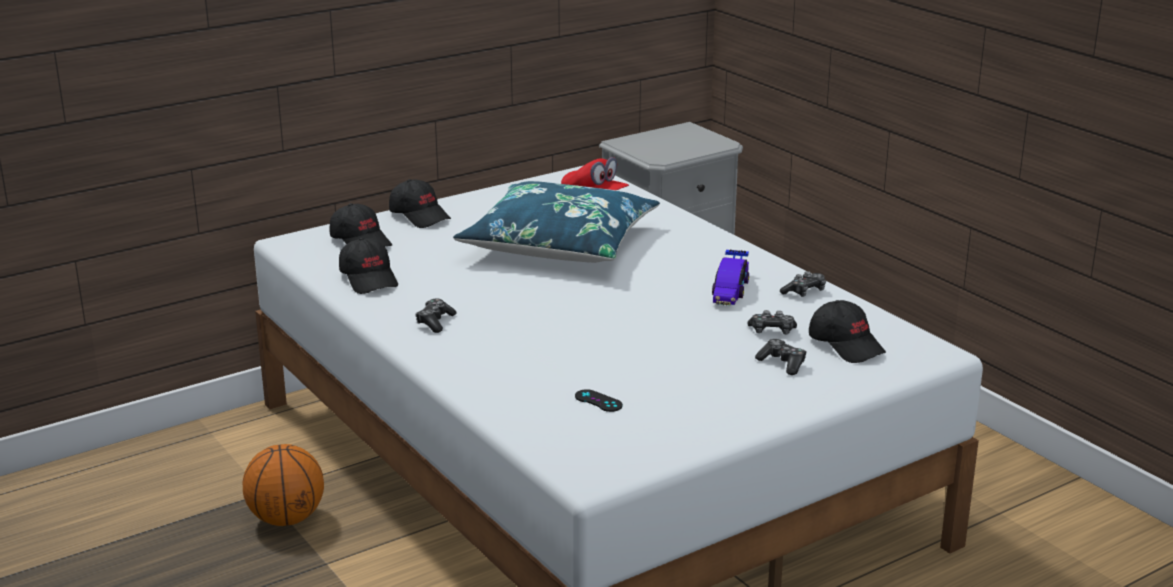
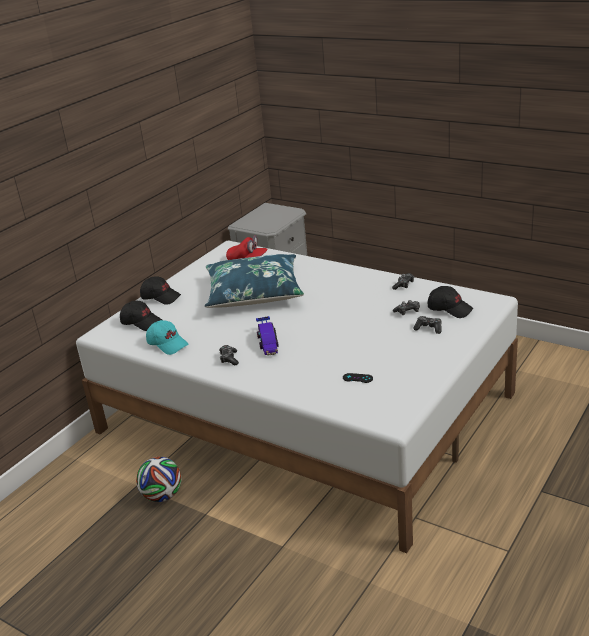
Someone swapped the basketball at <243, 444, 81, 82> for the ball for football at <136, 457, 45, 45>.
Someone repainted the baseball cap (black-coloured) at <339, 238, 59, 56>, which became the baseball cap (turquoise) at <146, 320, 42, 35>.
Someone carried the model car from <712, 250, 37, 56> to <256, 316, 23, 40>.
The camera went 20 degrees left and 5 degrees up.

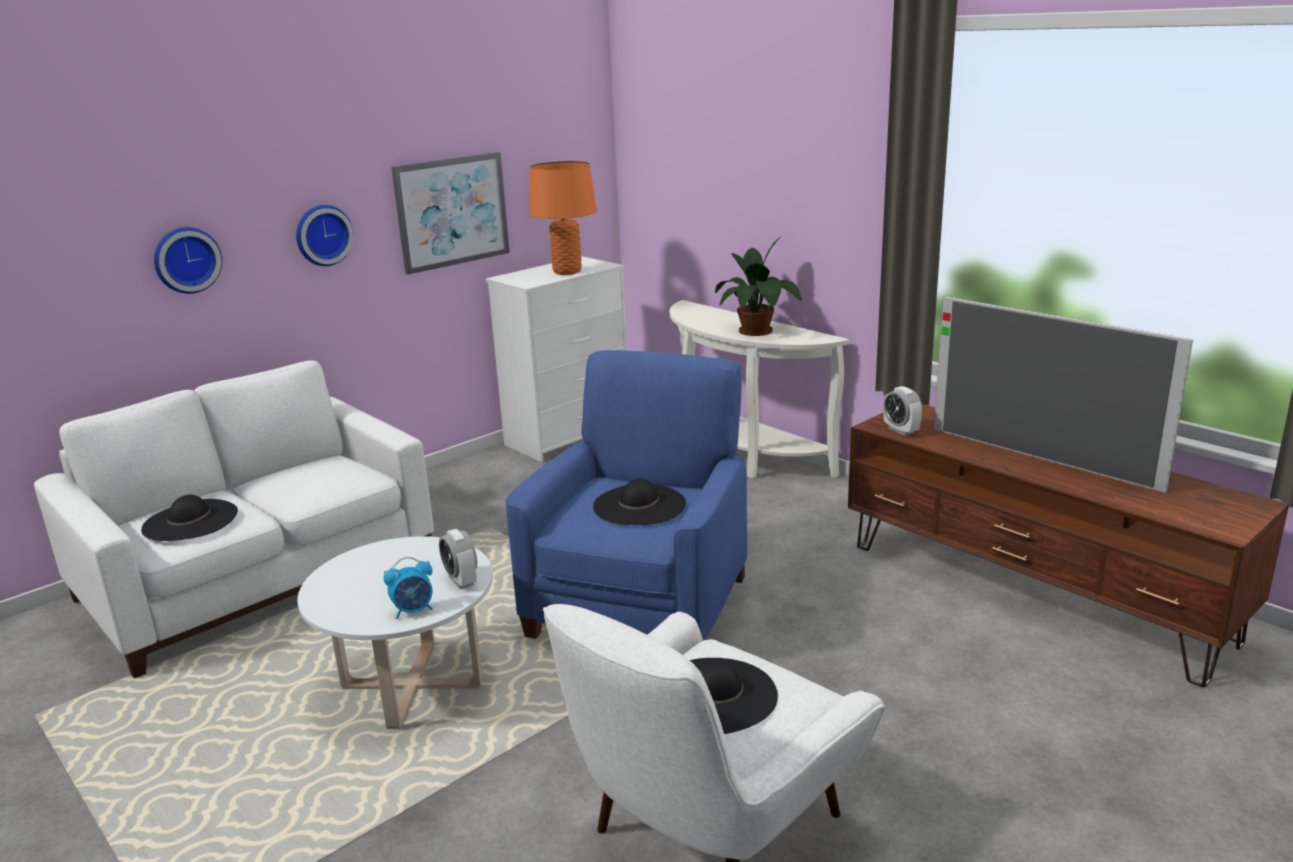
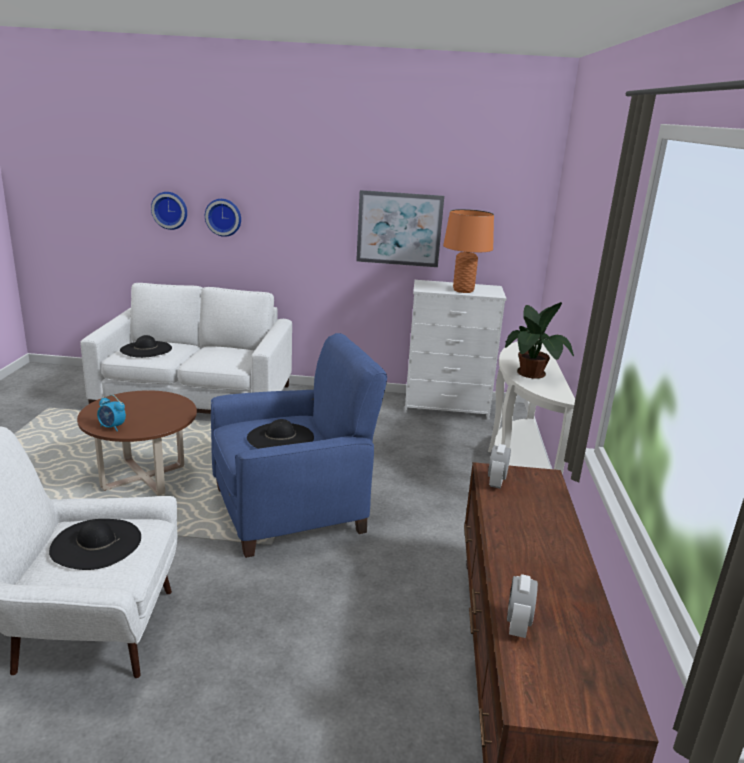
Someone repainted the coffee table (white-coloured) at <297, 536, 196, 193>, which became the coffee table (brown) at <77, 390, 120, 106>.
Someone carried the hanging clock from <296, 205, 58, 61> to <151, 192, 36, 38>.
Someone carried the alarm clock from <439, 529, 38, 60> to <507, 574, 31, 64>.
Someone took away the TV set at <934, 296, 259, 197>.
The camera went 45 degrees right and 0 degrees up.

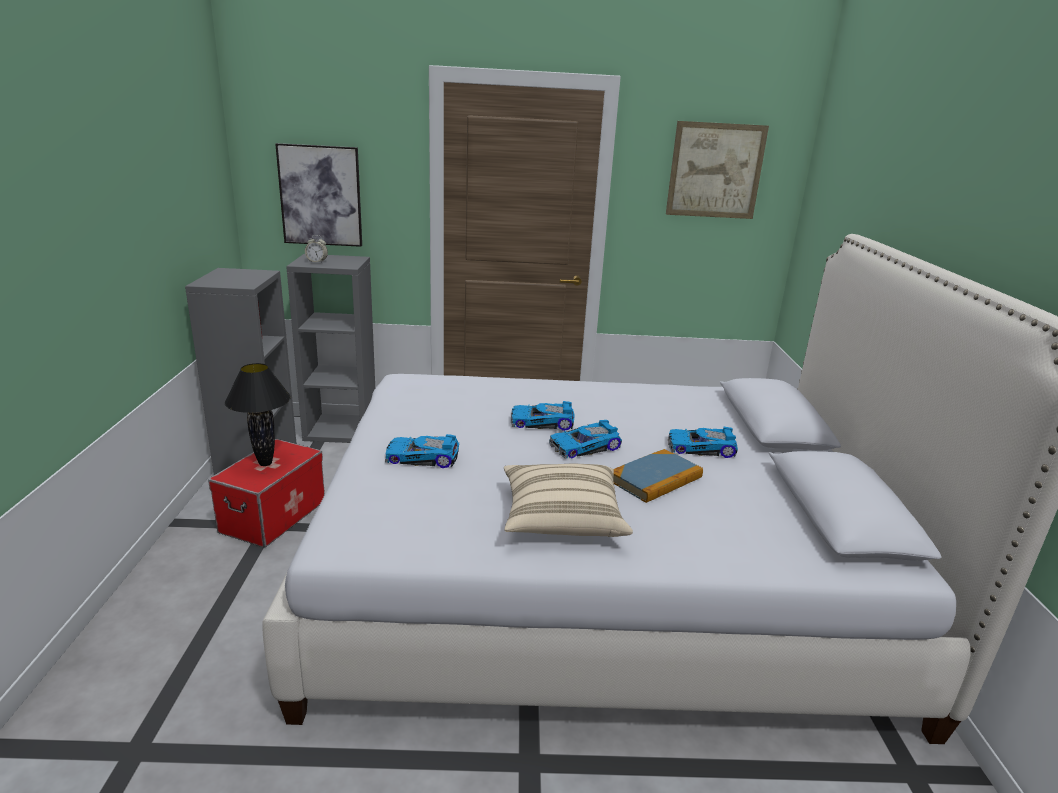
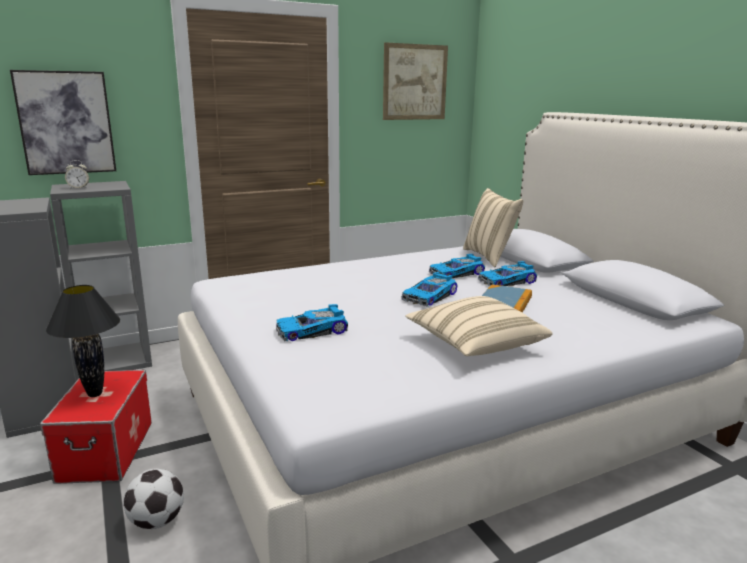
Someone put down the ball for football at <123, 469, 61, 60>.
Someone carried the model car from <511, 401, 64, 30> to <429, 254, 56, 24>.
Someone put down the throw pillow (beige) at <463, 188, 60, 79>.
The camera went 25 degrees left and 5 degrees down.

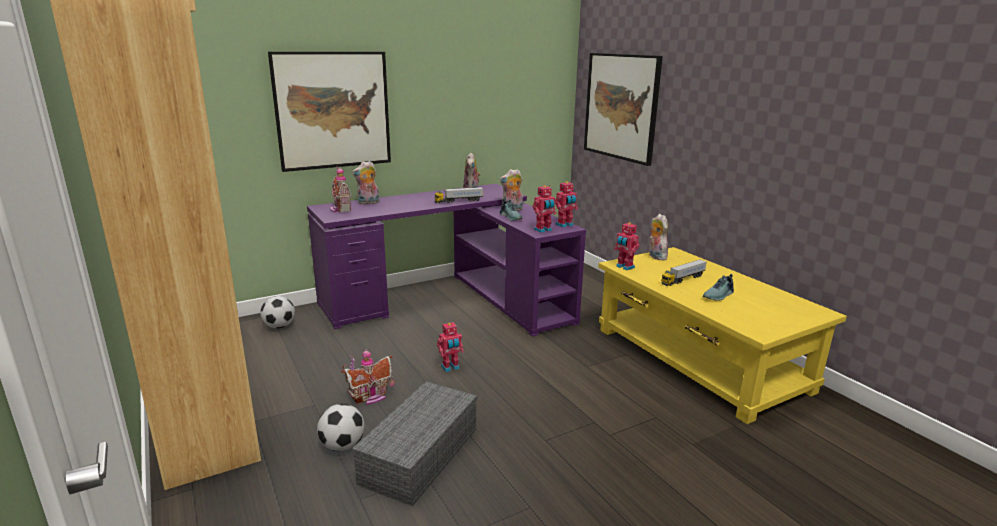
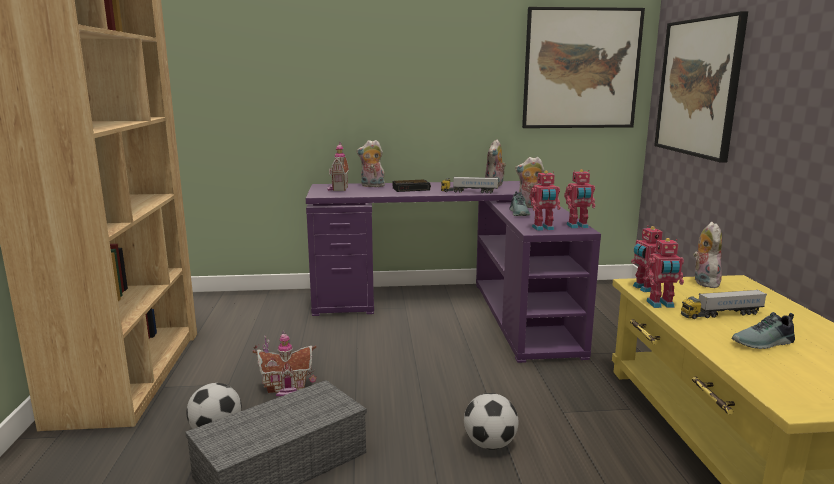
Someone put down the alarm clock at <393, 180, 38, 12>.
Someone carried the ball for football from <260, 296, 35, 32> to <464, 393, 55, 57>.
Someone carried the wall art from <268, 52, 123, 120> to <522, 7, 123, 121>.
Someone carried the robot figure from <437, 322, 27, 50> to <645, 238, 39, 70>.
The camera went 25 degrees right and 5 degrees down.

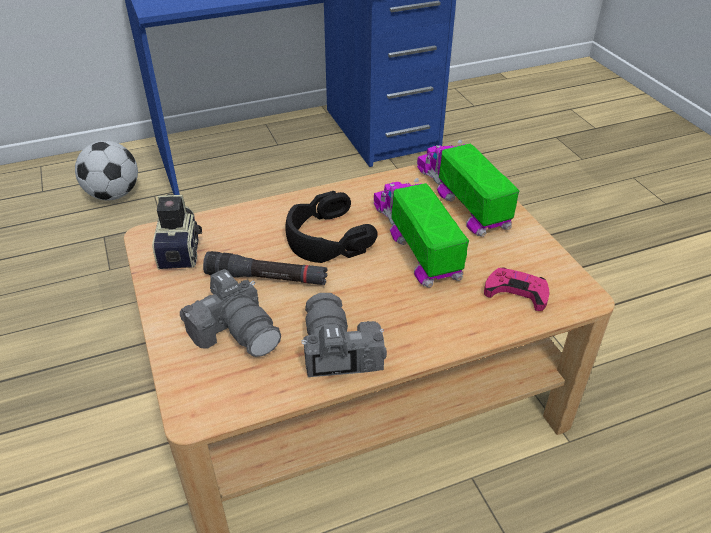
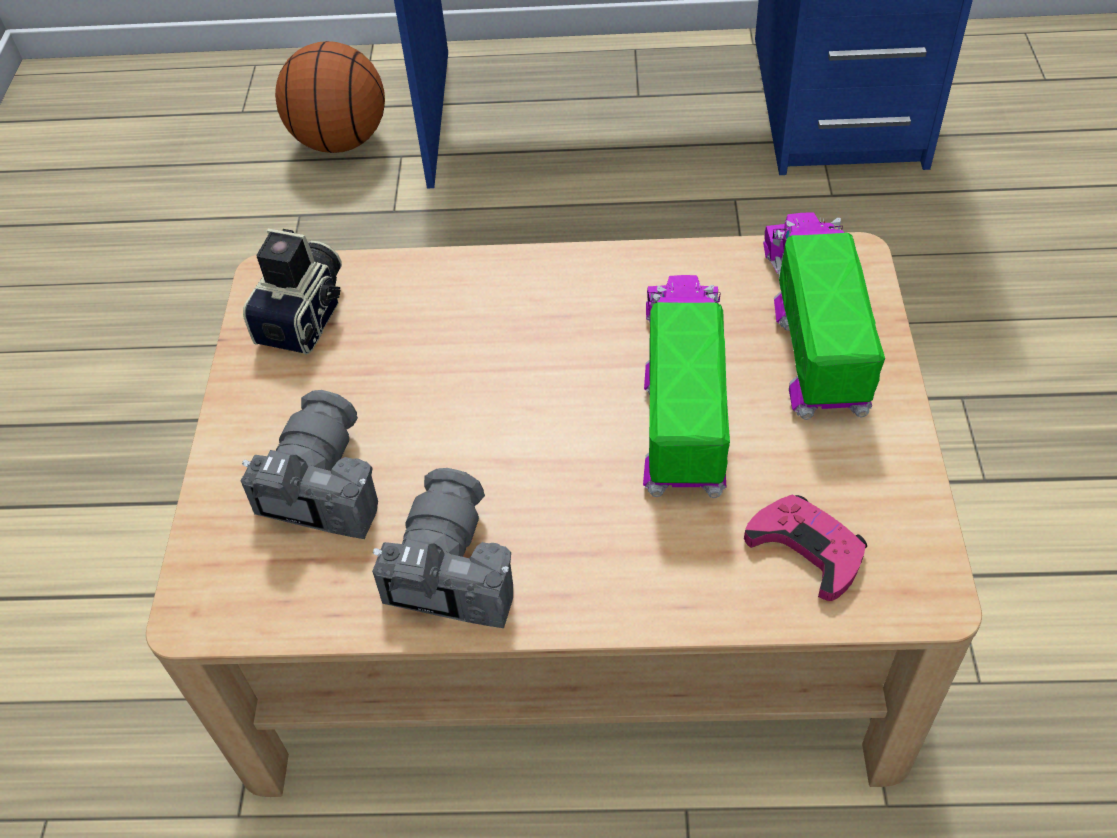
Someone rotated the still camera at <180, 269, 101, 88> by 150 degrees counterclockwise.
Someone swapped the ball for football at <75, 141, 63, 59> for the basketball at <275, 41, 110, 112>.
Someone took away the hand torch (black-coloured) at <203, 251, 125, 34>.
Someone took away the pair of headphones (black-coloured) at <285, 191, 93, 72>.
The camera went 25 degrees right and 10 degrees up.

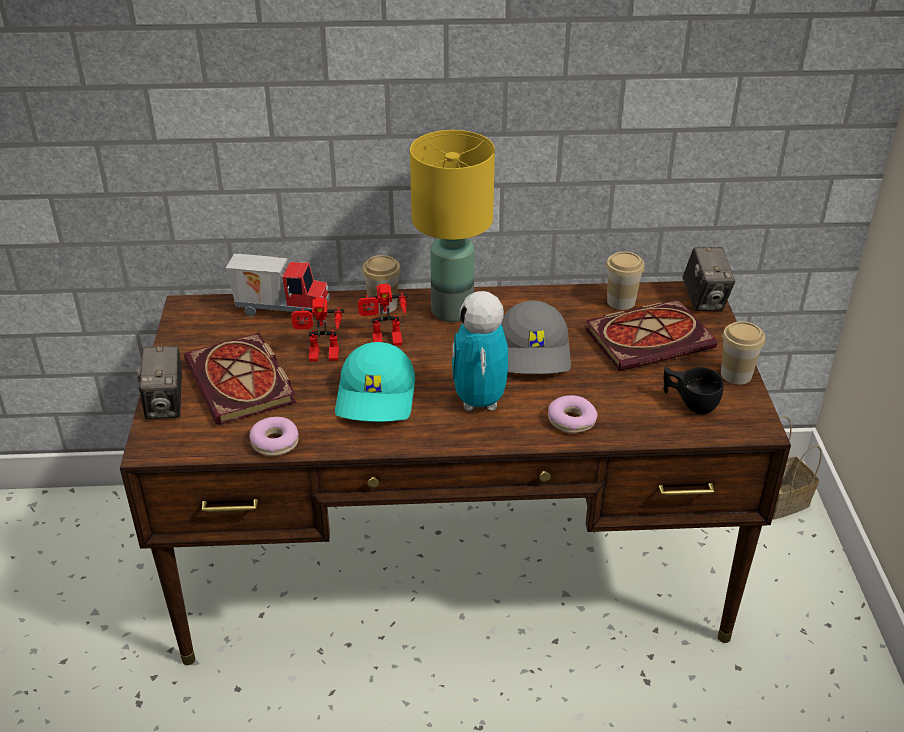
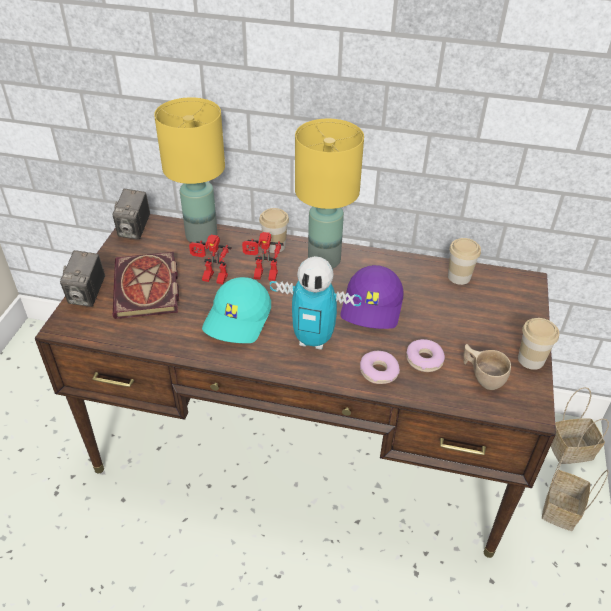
Someone carried the still camera from <682, 247, 54, 64> to <113, 189, 37, 51>.
Someone swapped the model truck at <226, 254, 103, 67> for the tabletop lamp (yellow-coloured) at <154, 97, 71, 146>.
Someone rotated the robot figure at <452, 291, 56, 120> by 90 degrees counterclockwise.
Someone repainted the baseball cap (grey) at <501, 300, 70, 74>, which became the baseball cap (purple) at <341, 265, 63, 64>.
Someone carried the ring doughnut from <249, 417, 50, 39> to <406, 339, 39, 33>.
Someone repainted the small cup (black-coloured) at <663, 367, 61, 48>, which became the small cup (beige) at <463, 344, 48, 46>.
Someone put down the storage basket at <542, 453, 67, 78>.
Someone took away the bound book at <585, 299, 132, 72>.
The camera went 15 degrees right and 5 degrees up.

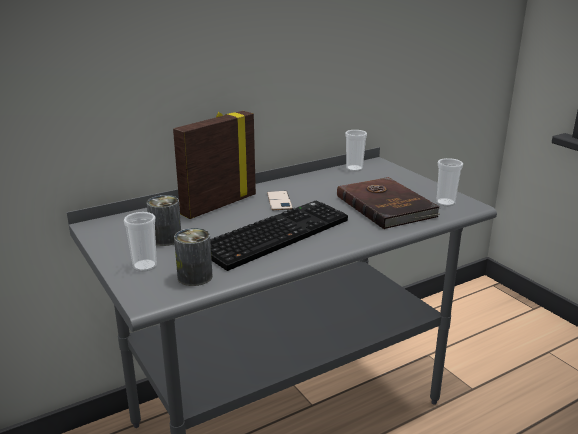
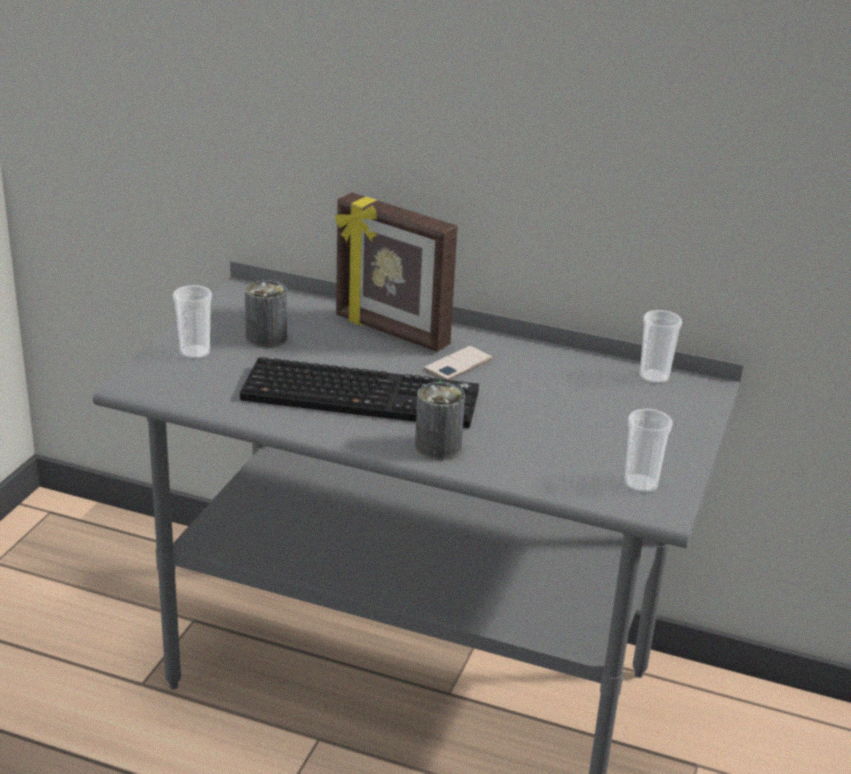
Someone rotated the standing frame at <173, 111, 83, 108> by 150 degrees counterclockwise.
Someone carried the can from <174, 228, 39, 58> to <415, 382, 50, 78>.
Someone took away the bound book (brown) at <337, 177, 103, 52>.
The camera went 50 degrees right and 5 degrees up.

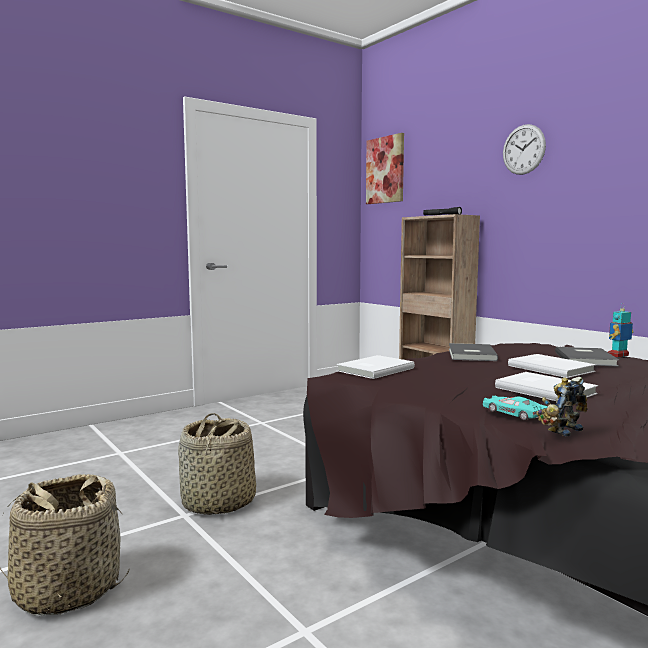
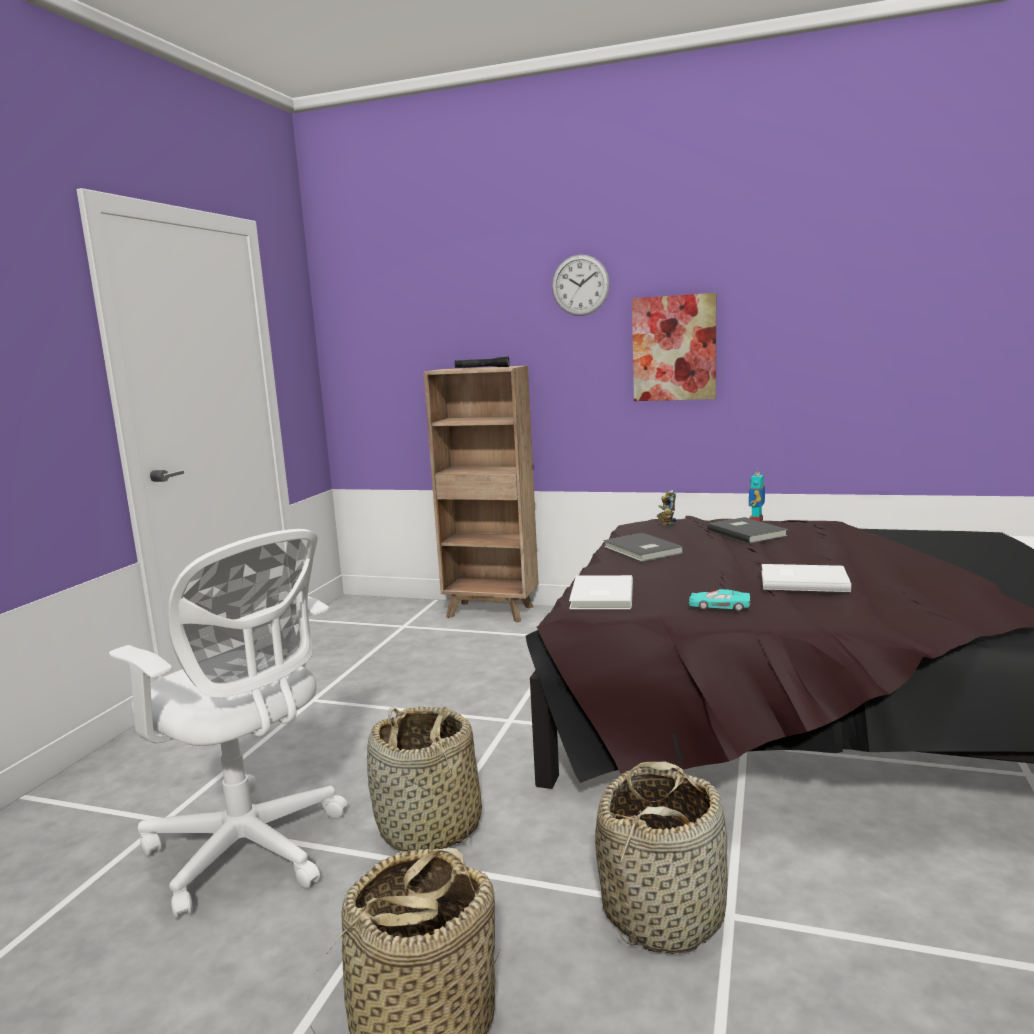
Someone put down the computer chair (white-coloured) at <109, 529, 238, 390>.
Someone put down the storage basket at <595, 761, 133, 193>.
Someone carried the wall art from <366, 133, 38, 71> to <632, 293, 84, 108>.
Someone carried the robot figure from <536, 377, 52, 59> to <657, 490, 20, 36>.
Someone carried the model car (turquoise) from <483, 396, 65, 24> to <689, 589, 61, 22>.
Someone took away the bound book (white-coloured) at <508, 354, 88, 24>.
The camera went 35 degrees left and 5 degrees up.

